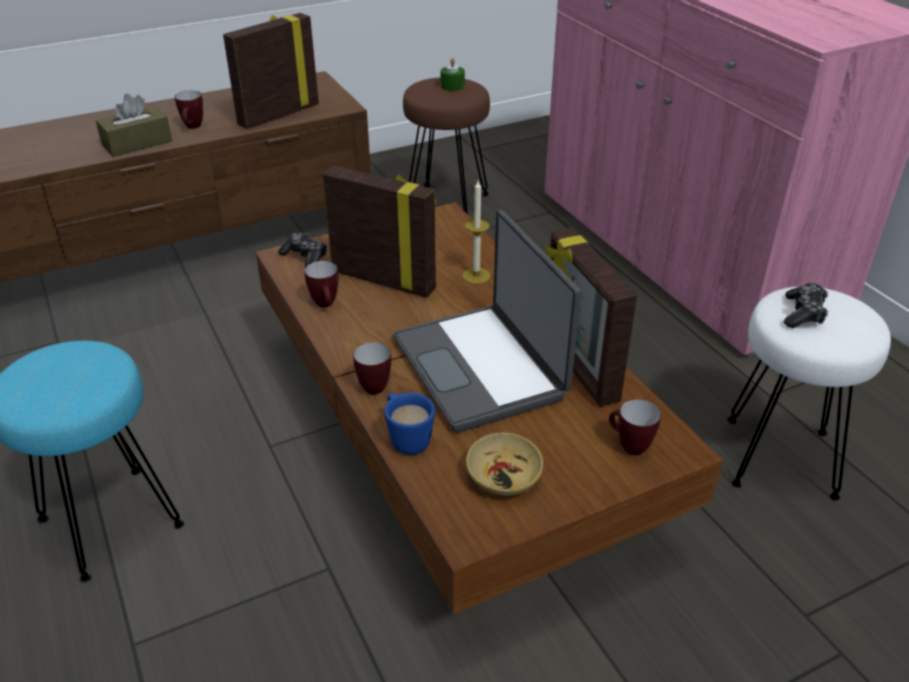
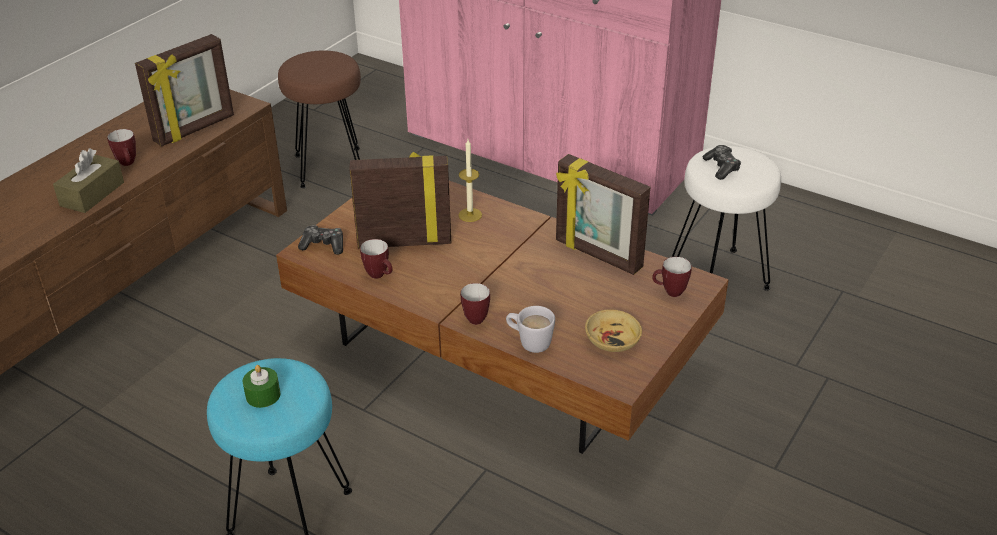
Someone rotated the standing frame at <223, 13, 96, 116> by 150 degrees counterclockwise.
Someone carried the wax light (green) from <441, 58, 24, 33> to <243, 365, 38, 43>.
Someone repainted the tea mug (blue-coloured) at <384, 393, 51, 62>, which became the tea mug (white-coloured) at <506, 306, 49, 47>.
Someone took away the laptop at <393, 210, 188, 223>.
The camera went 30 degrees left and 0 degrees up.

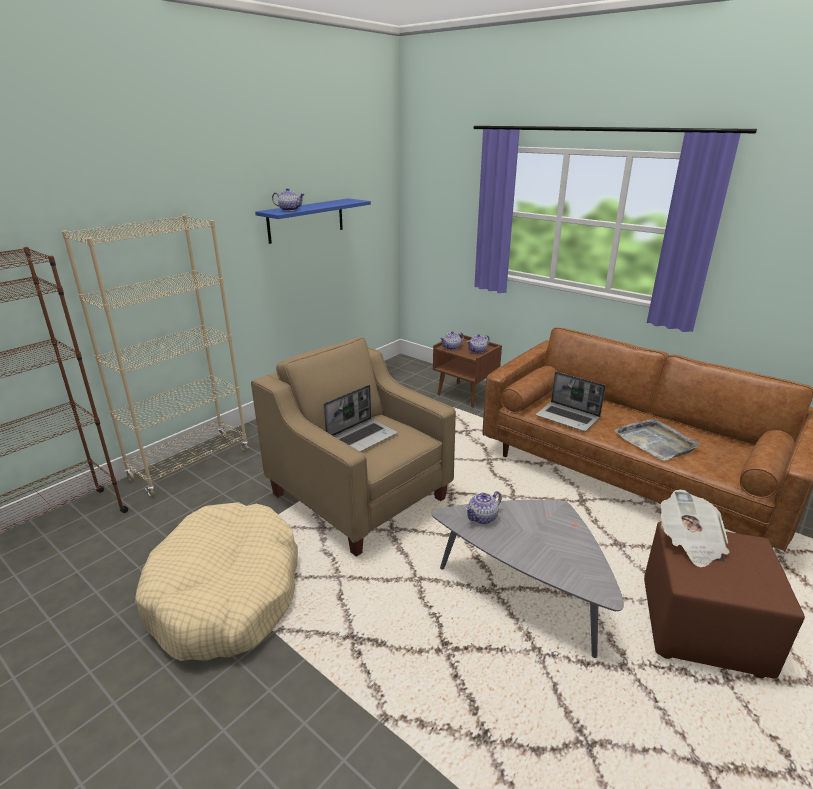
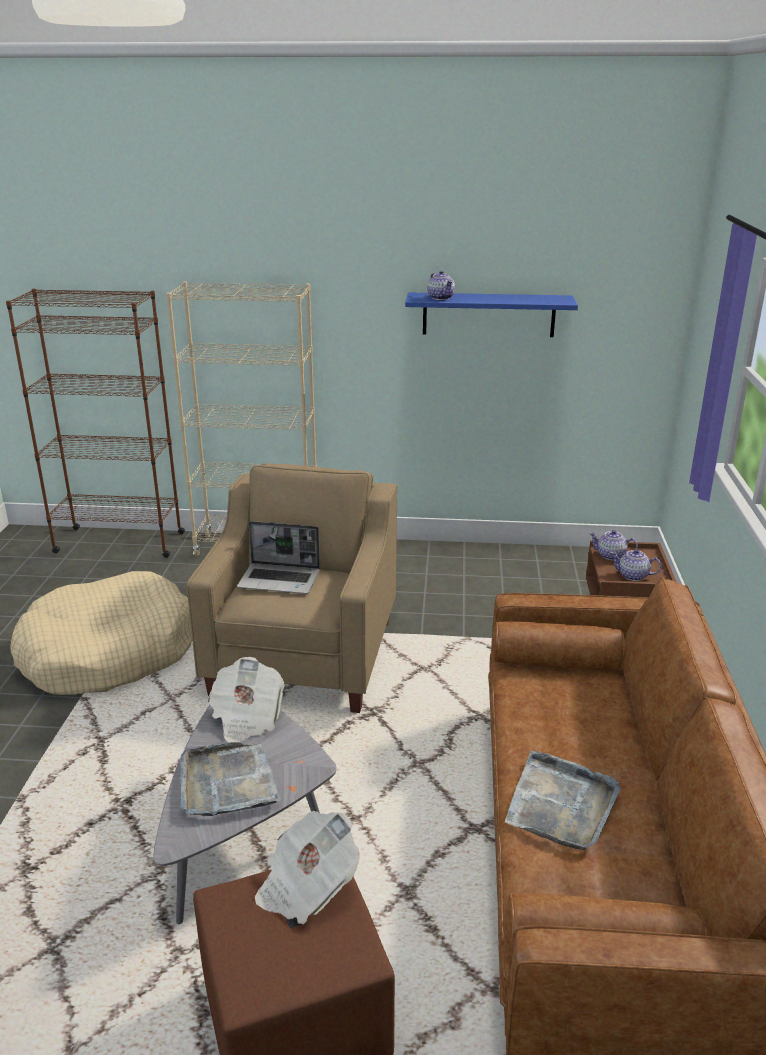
Someone put down the carrying tray (grey) at <181, 742, 99, 74>.
Someone swapped the pot for tea at <465, 491, 37, 33> for the printed paper at <208, 657, 77, 86>.
Someone took away the laptop at <535, 372, 71, 60>.
The camera went 55 degrees right and 0 degrees up.

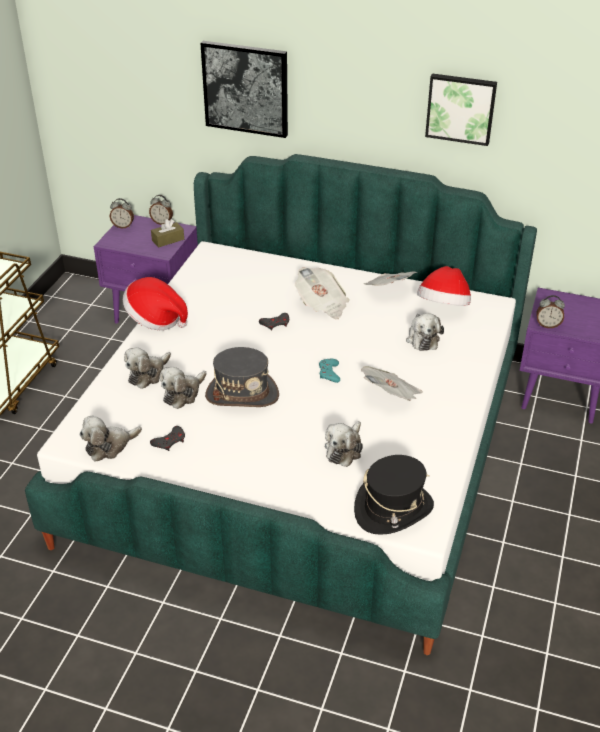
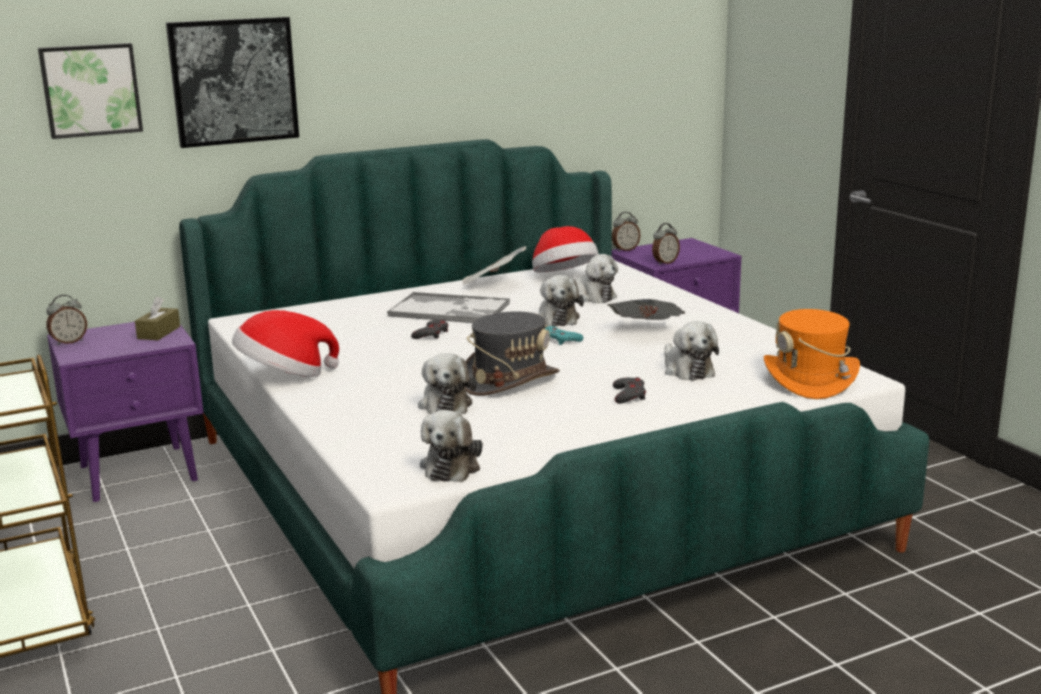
Someone carried the wall art from <425, 73, 72, 73> to <38, 43, 105, 96>.
Someone swapped the printed paper at <295, 267, 55, 52> for the carrying tray at <387, 292, 123, 31>.
Someone carried the cuddly toy from <124, 348, 47, 41> to <538, 275, 46, 51>.
Someone carried the alarm clock from <149, 195, 24, 30> to <612, 212, 29, 40>.
Someone carried the gamepad (grey) from <150, 426, 35, 25> to <613, 377, 33, 27>.
Someone repainted the wearable hat (black-coloured) at <354, 455, 80, 80>, which became the wearable hat (orange-coloured) at <764, 309, 96, 90>.
The camera went 45 degrees left and 20 degrees down.

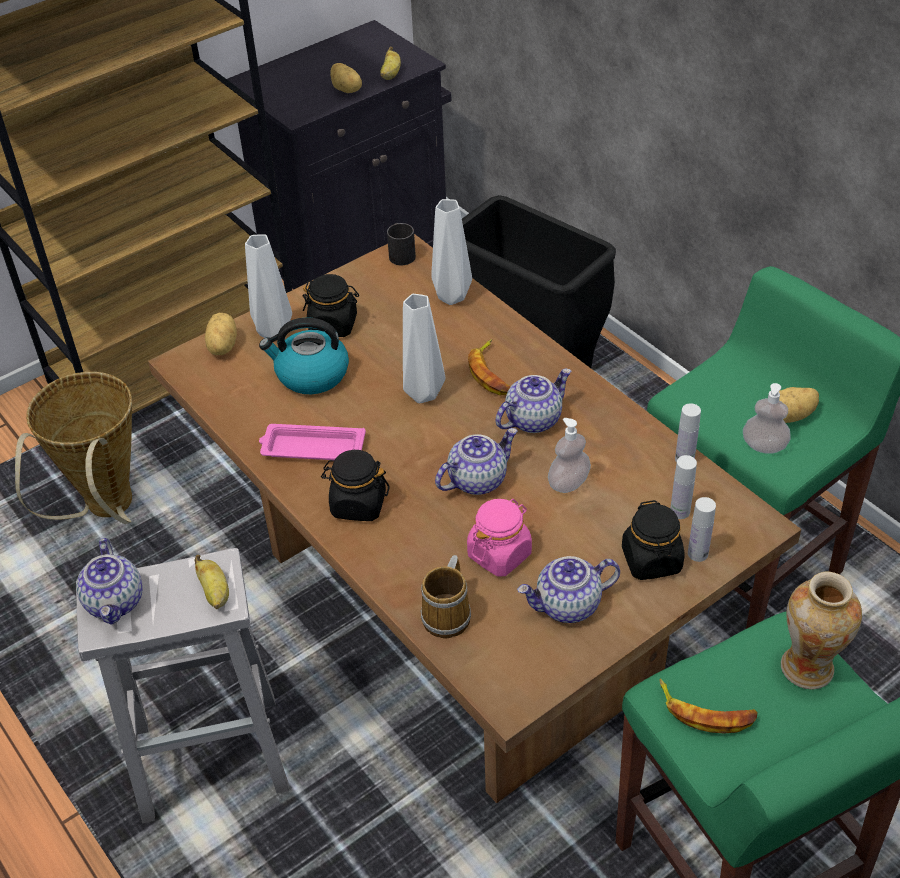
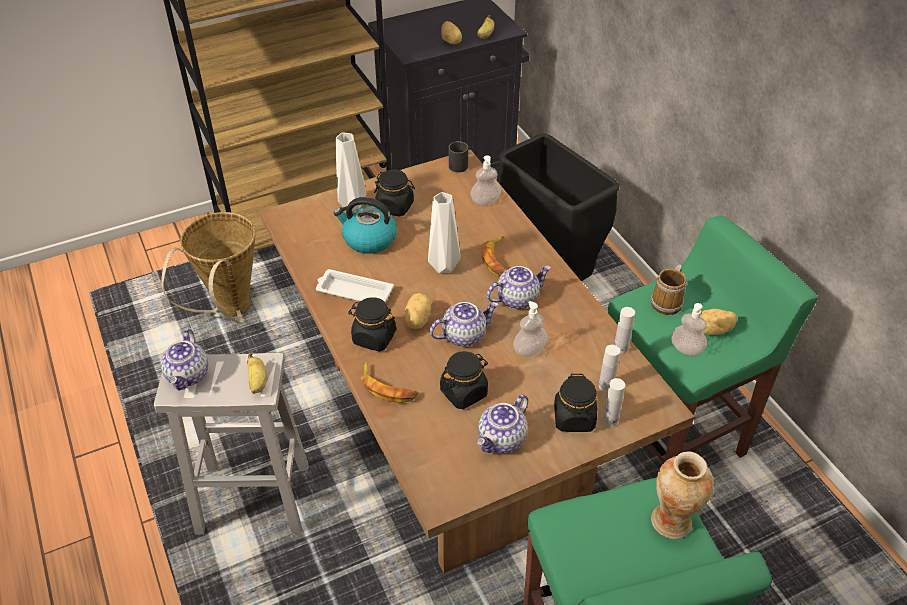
Someone repainted the carrying tray (pink) at <259, 424, 107, 36>, which became the carrying tray (white-coloured) at <316, 269, 78, 33>.
Someone carried the banana from <659, 679, 99, 54> to <361, 362, 58, 41>.
Someone carried the whole potato from <205, 313, 32, 42> to <404, 293, 27, 36>.
Someone repainted the storage jar (pink) at <467, 499, 65, 78>, which became the storage jar (black-coloured) at <440, 351, 48, 58>.
Someone swapped the decorative vase (white-coloured) at <431, 199, 41, 106> for the soap dispenser at <471, 155, 30, 51>.
Someone rotated the pot for tea at <517, 556, 103, 67> by 45 degrees counterclockwise.
Someone carried the tea mug from <420, 555, 51, 84> to <651, 264, 36, 51>.
The camera went 10 degrees right and 0 degrees up.

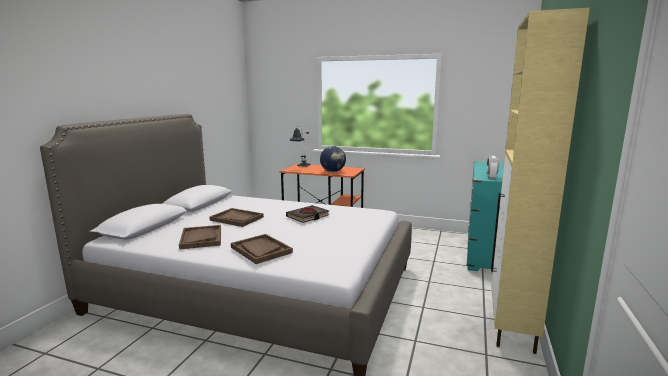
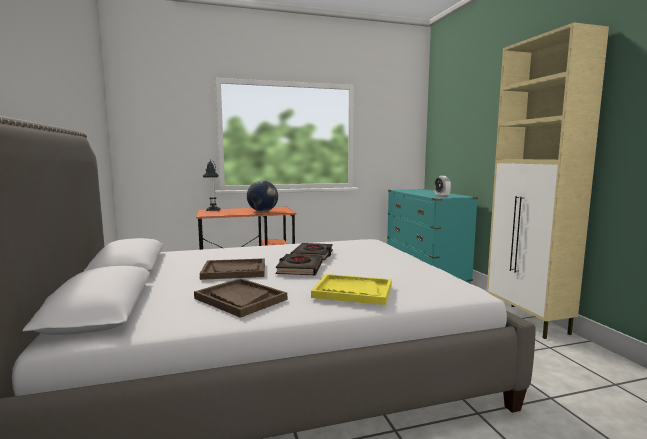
Someone put down the bound book (black-coloured) at <276, 254, 46, 21>.
Someone repainted the carrying tray (brown) at <231, 234, 62, 30>, which became the carrying tray (yellow-coloured) at <311, 274, 81, 31>.
The camera went 35 degrees left and 5 degrees down.

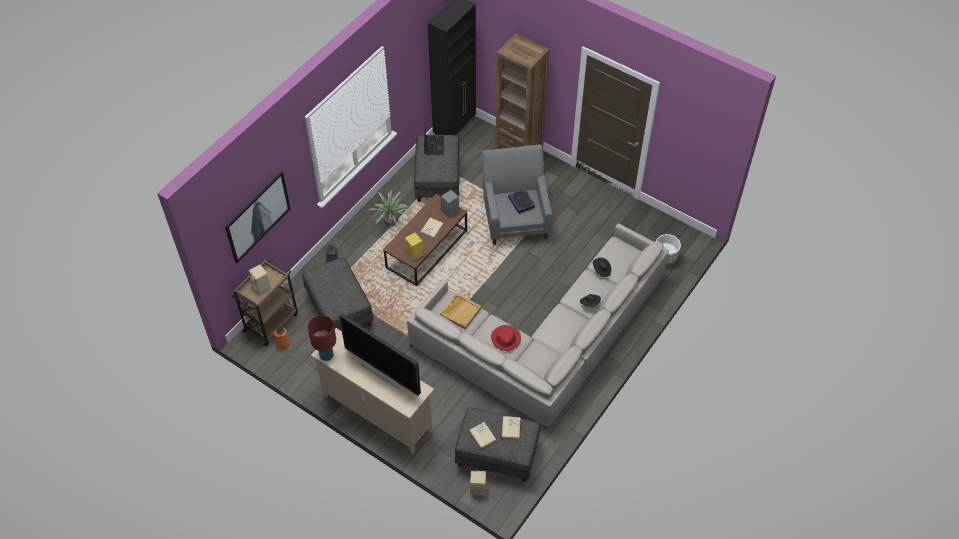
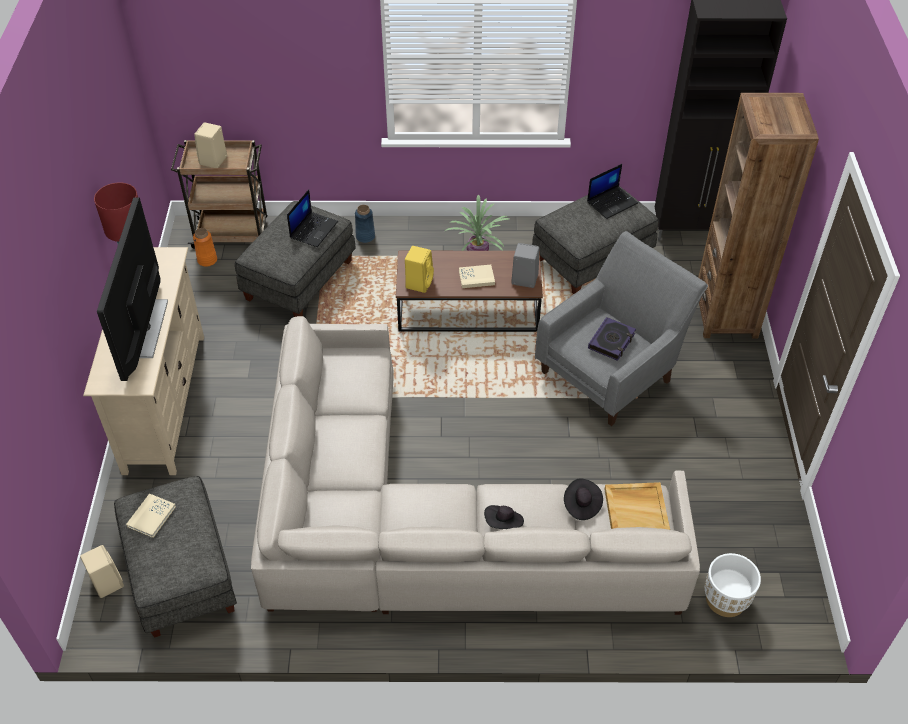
Someone put down the laptop at <287, 189, 51, 58>.
Someone carried the carrying tray (beige) from <440, 293, 41, 36> to <604, 482, 66, 48>.
Someone took away the wall art at <225, 171, 66, 93>.
Someone took away the wearable hat (red-coloured) at <491, 325, 30, 26>.
Someone took away the bound book (beige) at <502, 416, 19, 23>.
The camera went 55 degrees right and 5 degrees down.

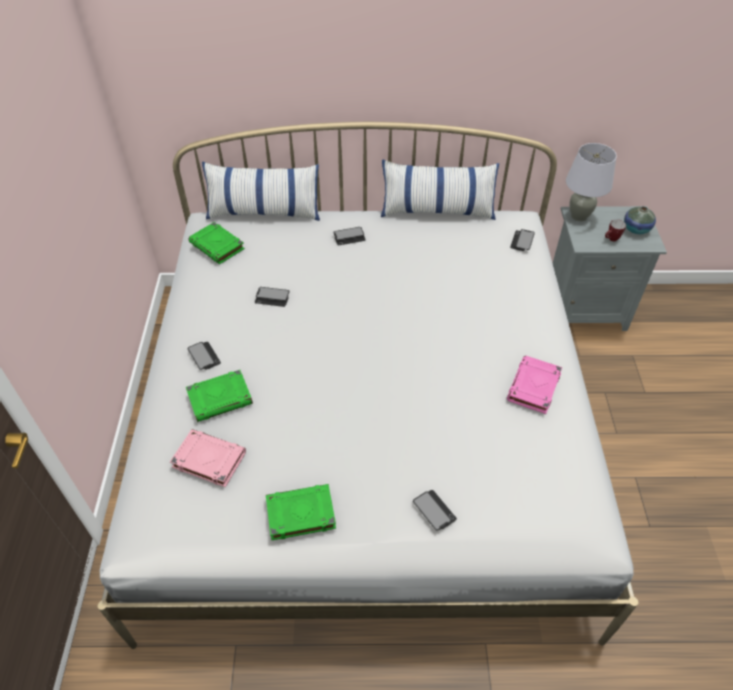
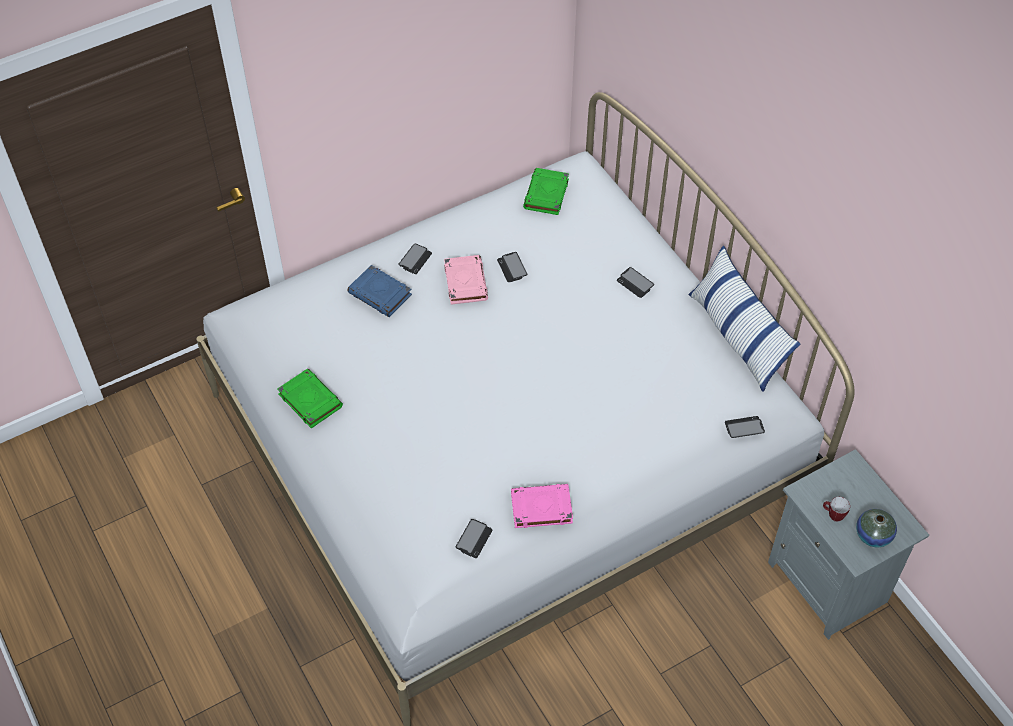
Someone repainted the bound book (green) at <186, 370, 67, 52>, which became the bound book (blue-coloured) at <347, 265, 65, 52>.
Someone carried the bound book (pink) from <170, 429, 76, 58> to <444, 255, 44, 50>.
Someone carried the telephone from <413, 490, 44, 41> to <456, 519, 37, 39>.
Someone took away the throw pillow at <202, 162, 118, 59>.
Someone took away the tabletop lamp (grey) at <566, 143, 51, 78>.
The camera went 60 degrees right and 5 degrees up.

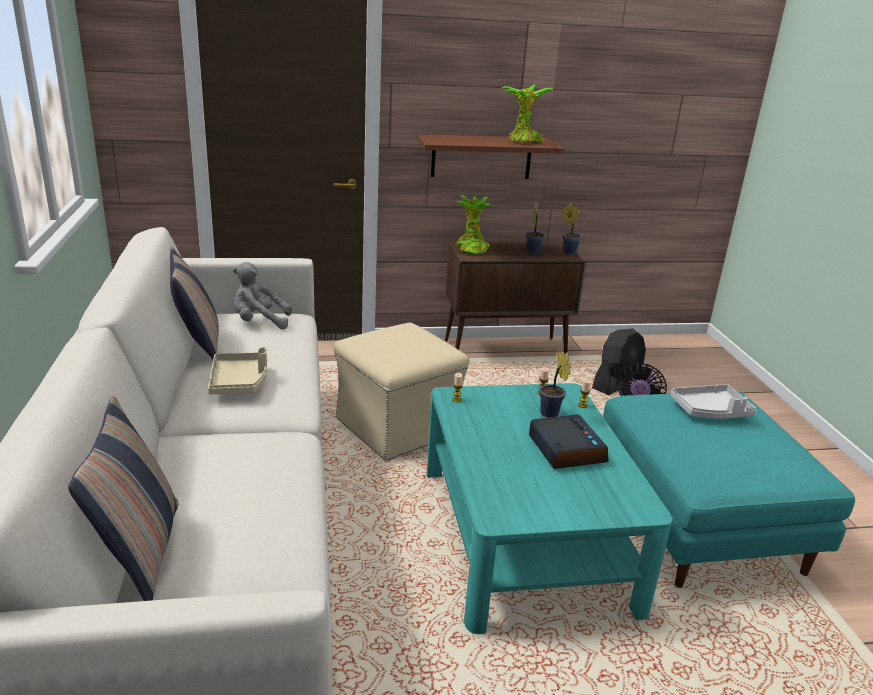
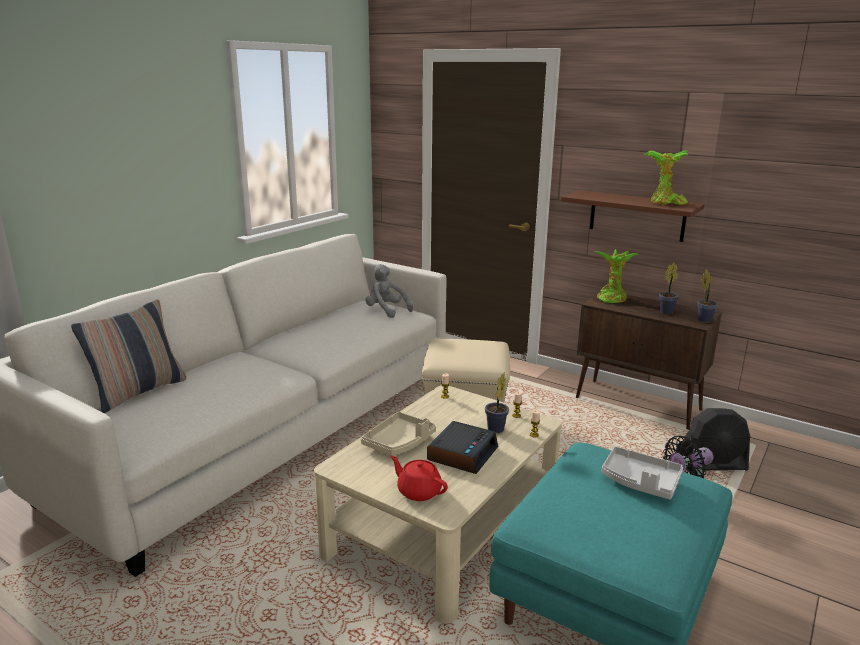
Someone repainted the coffee table (turquoise) at <427, 383, 246, 251>, which became the coffee table (beige) at <314, 385, 248, 239>.
Someone carried the carrying tray (beige) from <208, 347, 59, 47> to <361, 412, 75, 43>.
Someone put down the pot for tea (red-coloured) at <390, 456, 58, 45>.
Someone took away the throw pillow at <170, 246, 49, 114>.
The camera went 45 degrees right and 5 degrees down.

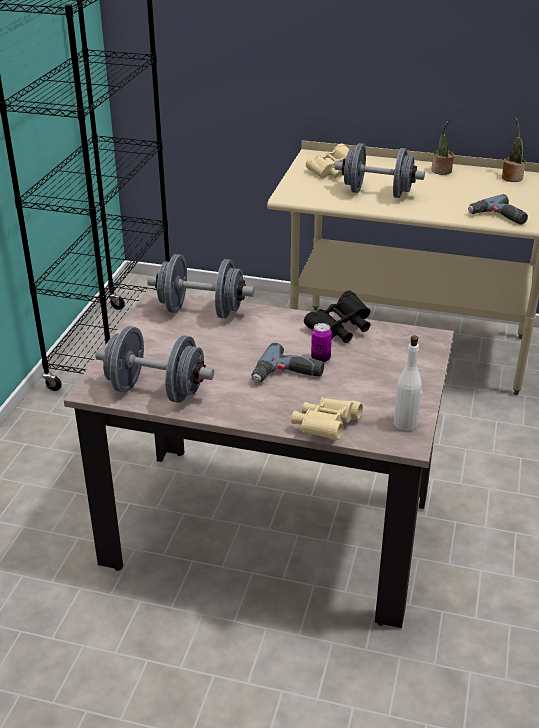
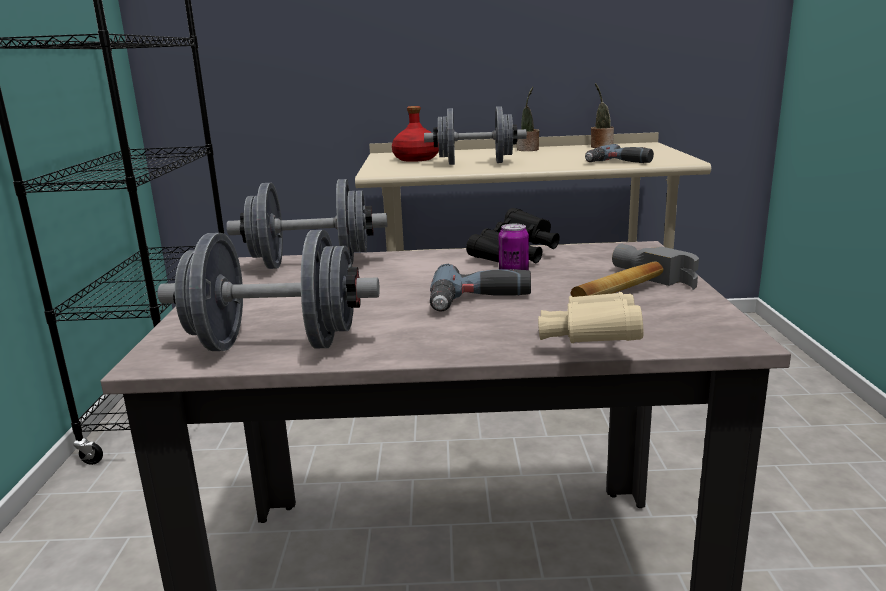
Someone swapped the pair of binoculars (beige) at <306, 143, 43, 37> for the bottle (red-coloured) at <392, 106, 47, 56>.
Someone put down the hand hammer at <571, 244, 128, 53>.
Someone took away the bottle (white-coloured) at <394, 335, 28, 96>.
The camera went 15 degrees left and 15 degrees down.

